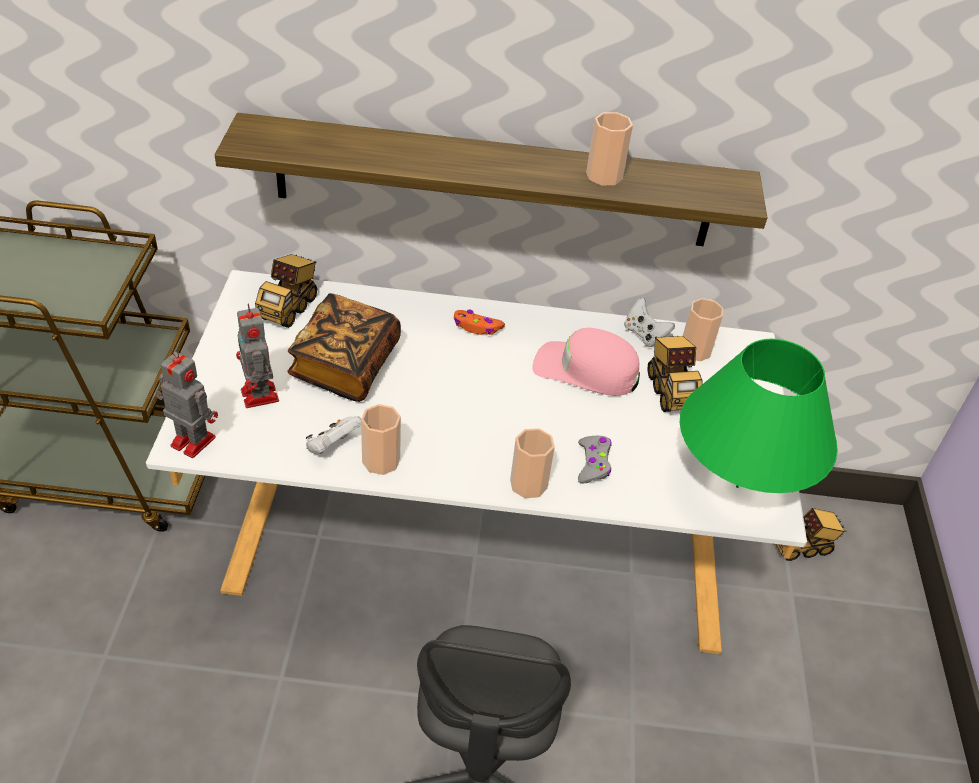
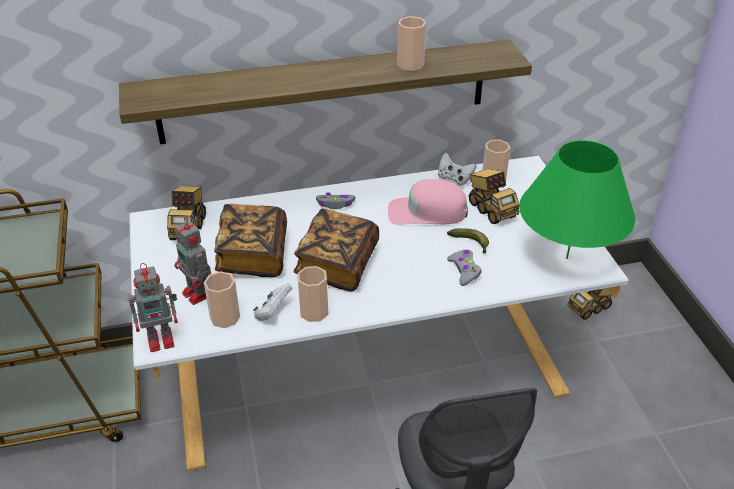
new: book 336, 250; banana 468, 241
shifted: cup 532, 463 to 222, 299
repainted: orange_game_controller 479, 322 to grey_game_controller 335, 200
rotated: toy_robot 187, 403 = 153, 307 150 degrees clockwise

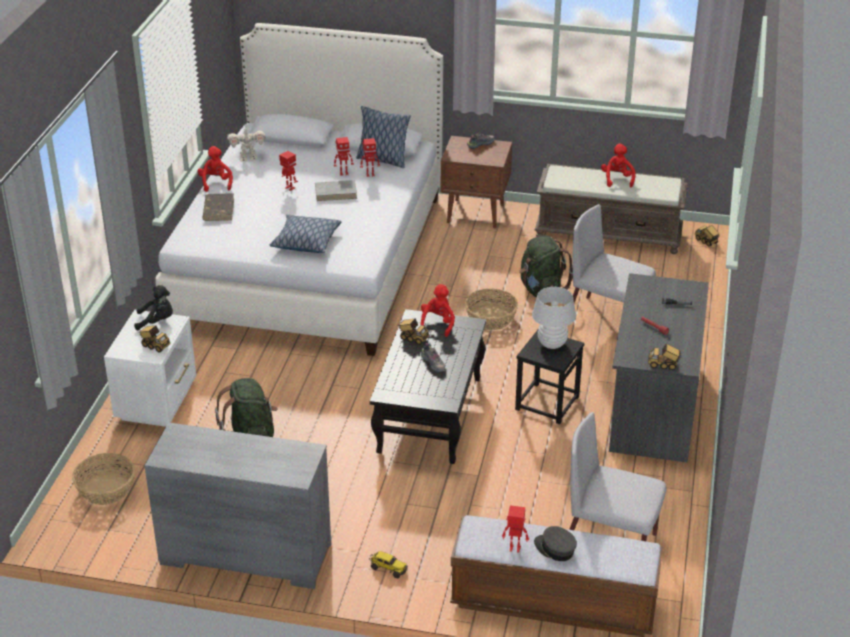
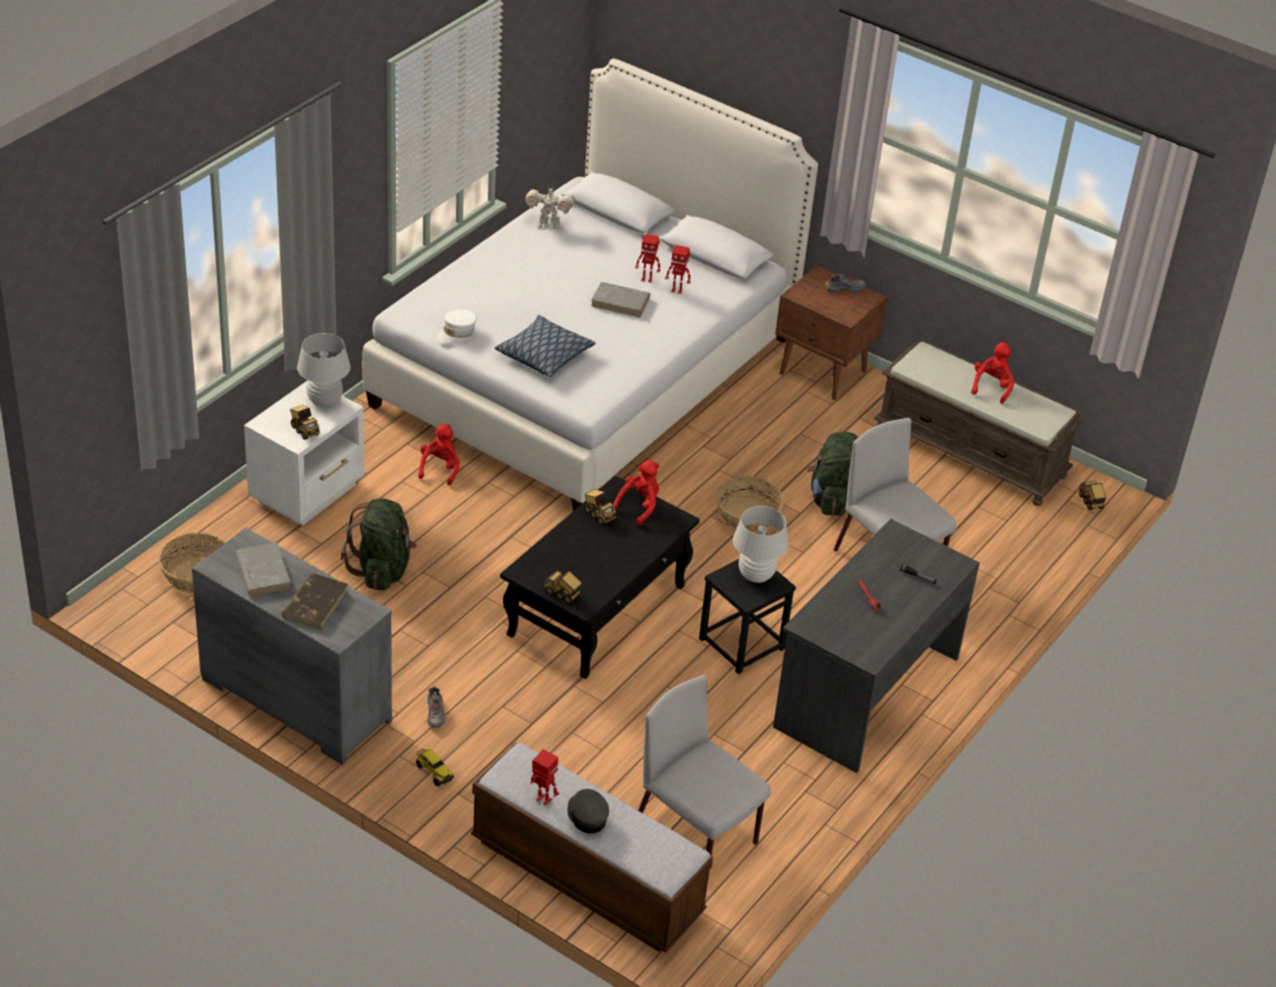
gone: pillow 383, 137; toy_robot 288, 171
new: white_cap 457, 326; grey_book 263, 569
shifted: red_plush_toy 215, 169 to 439, 454; brown_book 218, 207 to 315, 601; shoe 433, 357 to 436, 707; toy_truck 664, 357 to 563, 587
swapped: black_plush_toy 153, 307 to white_table_lamp 324, 370

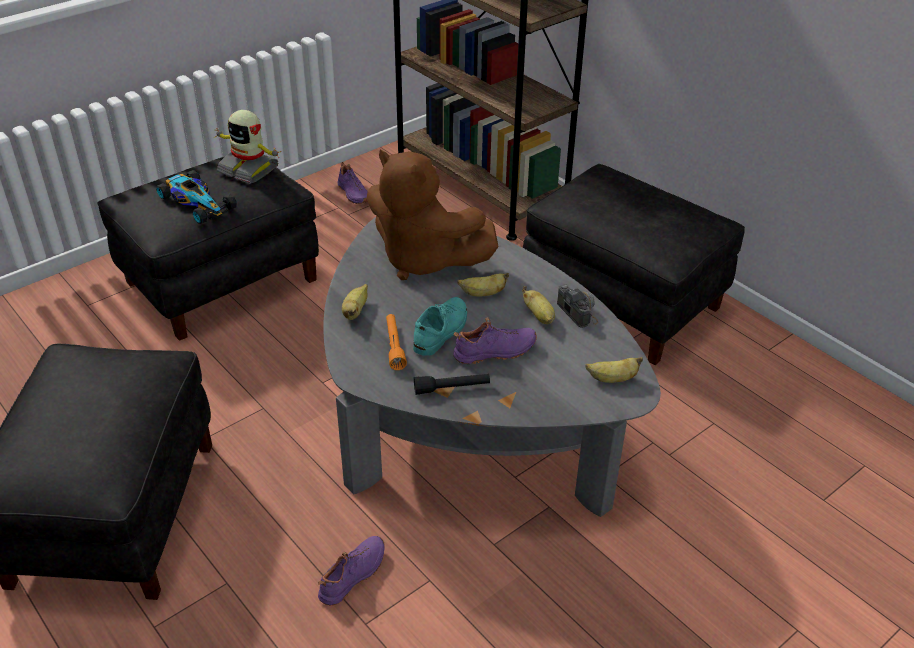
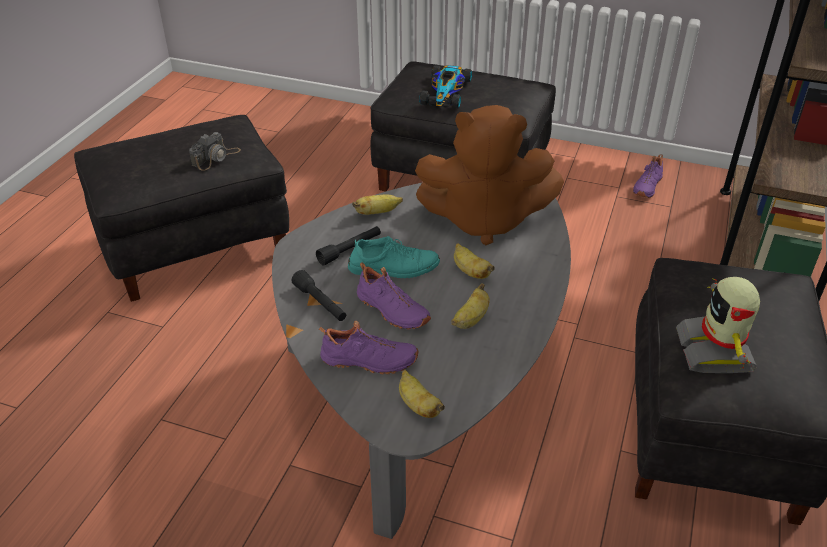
shifted: toy_robot 247, 147 to 718, 325; photo_camera 577, 306 to 215, 151; purple_shoe 351, 570 to 368, 347
repainted: orange_flashlight 396, 342 to black_flashlight 348, 246
rotated: brown_plush_toy 433, 215 = 489, 175 90 degrees counterclockwise

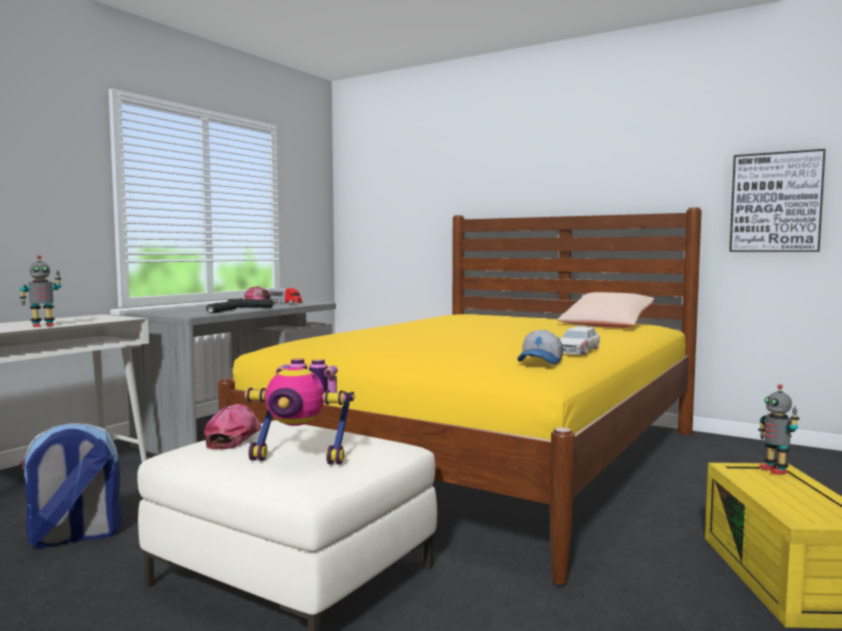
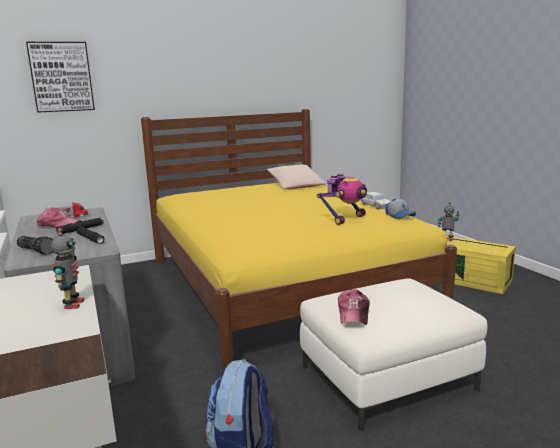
new: flashlight 35, 245
shifted: picture 777, 200 to 60, 77; toy_robot 300, 411 to 342, 199
rotated: cap 232, 427 = 354, 307 120 degrees counterclockwise

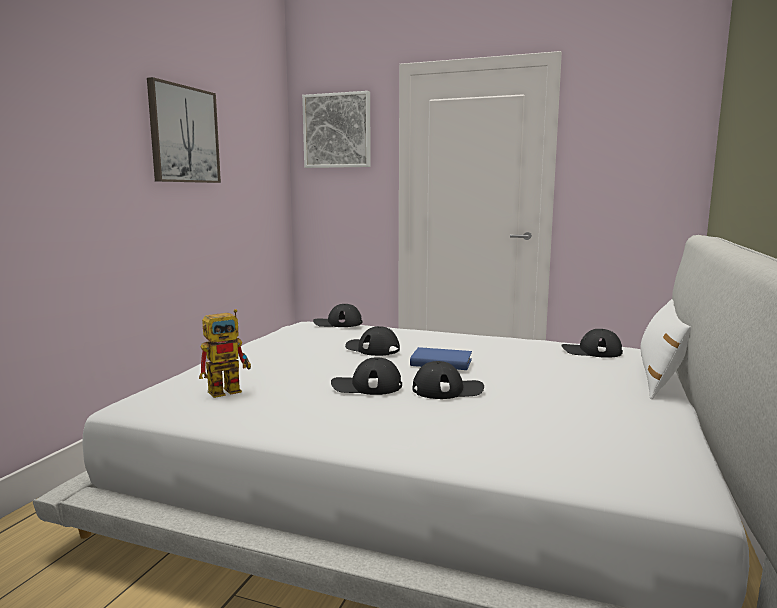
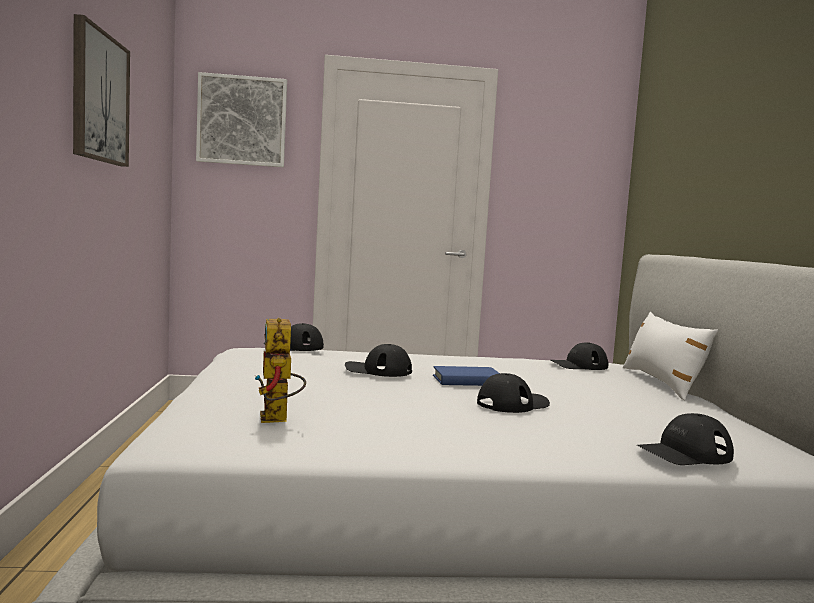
shifted: black_cap 366, 376 to 685, 439
rotated: toy_robot 225, 353 = 280, 370 135 degrees clockwise

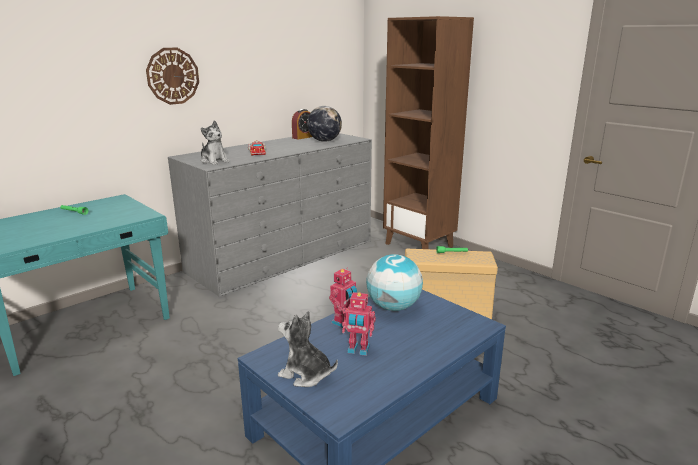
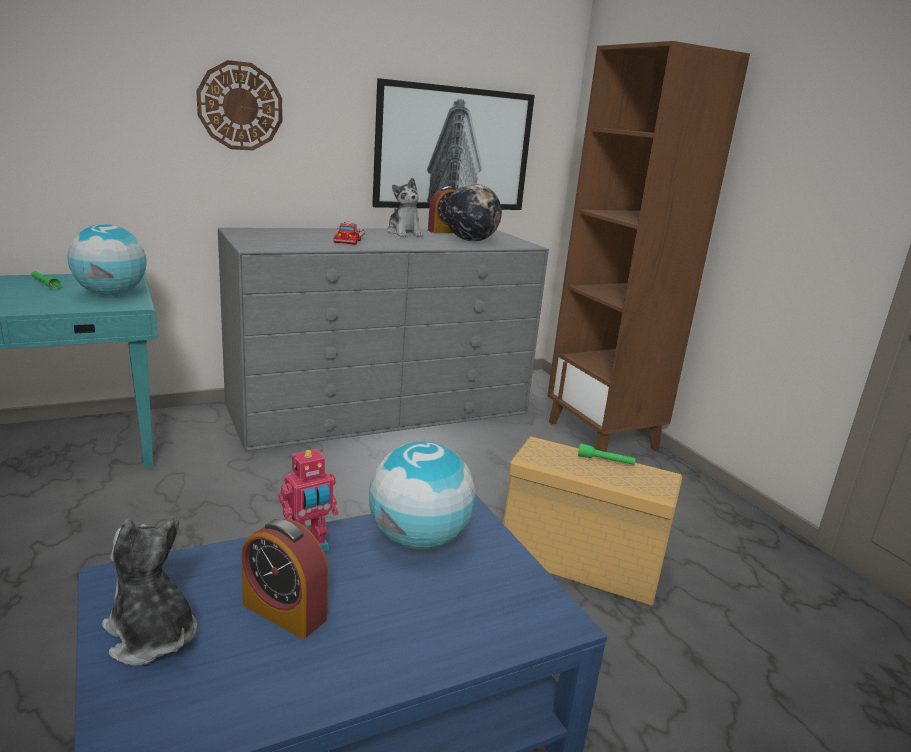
new: picture 453, 144; globe 107, 260
shifted: plush_toy 215, 142 to 405, 207
swapped: toy_robot 359, 324 to alarm_clock 284, 579

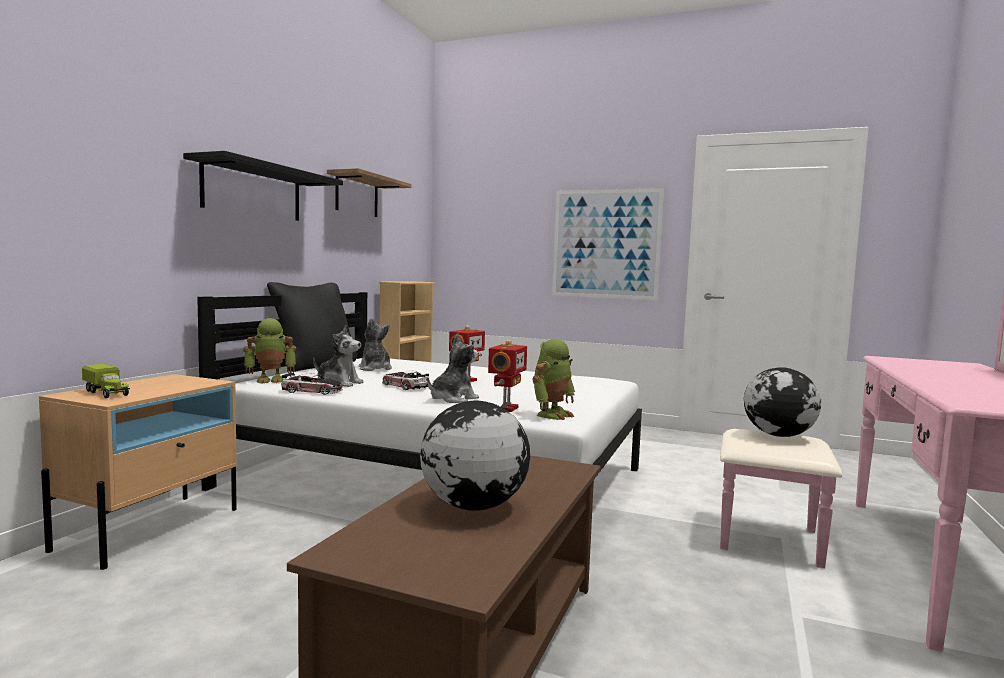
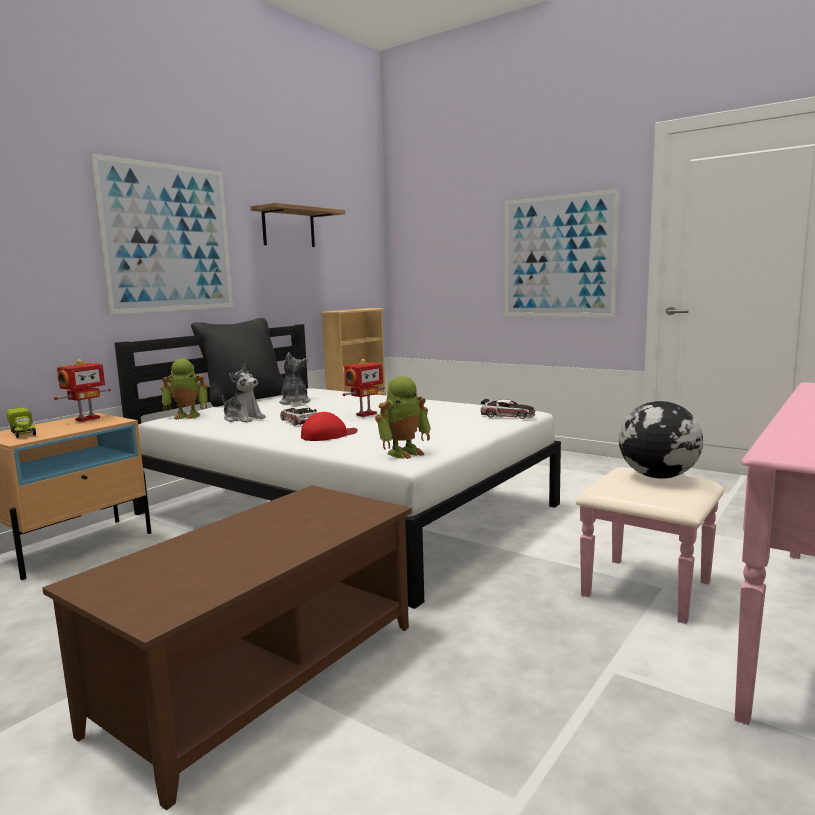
gone: globe 475, 456
shifted: toy_robot 507, 376 to 82, 390; toy_car 312, 383 to 508, 409
swapped: black_shelf 263, 186 to picture 161, 234; plush_toy 453, 368 to red_cap 329, 426

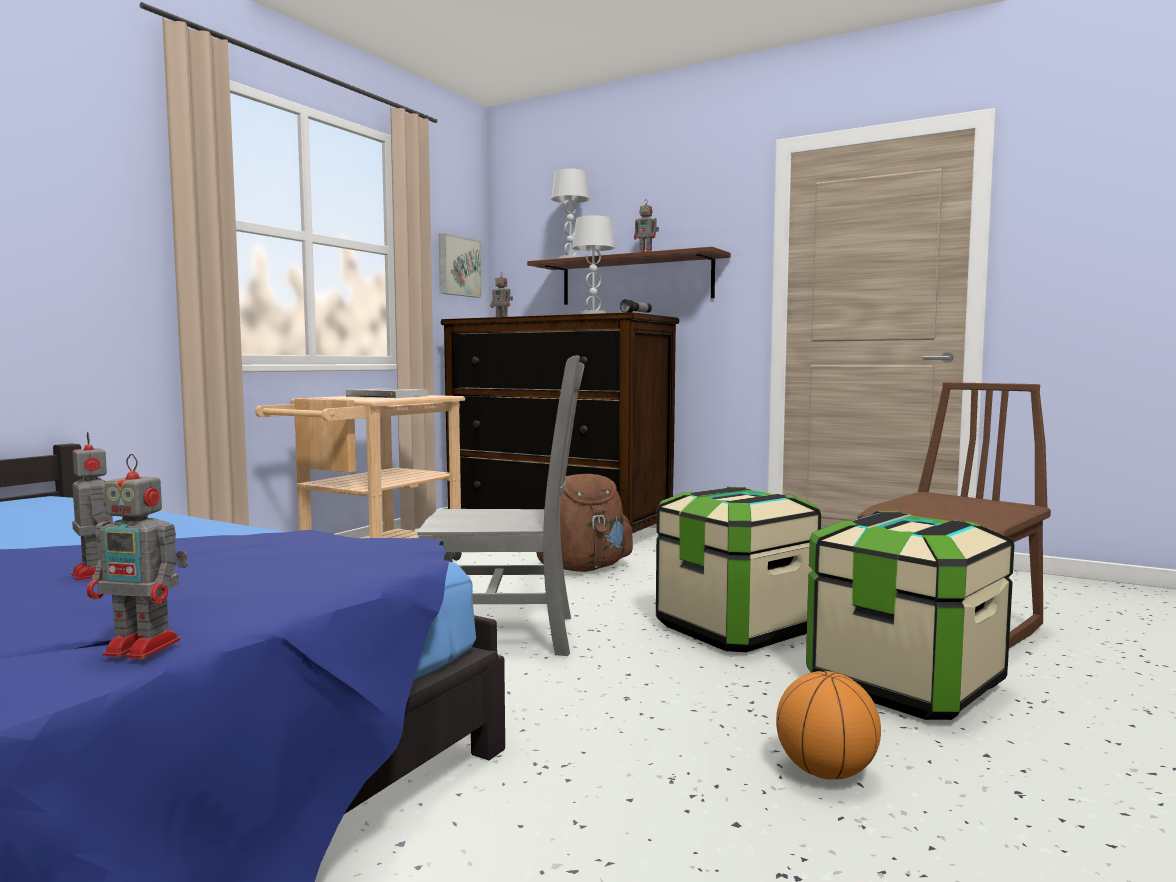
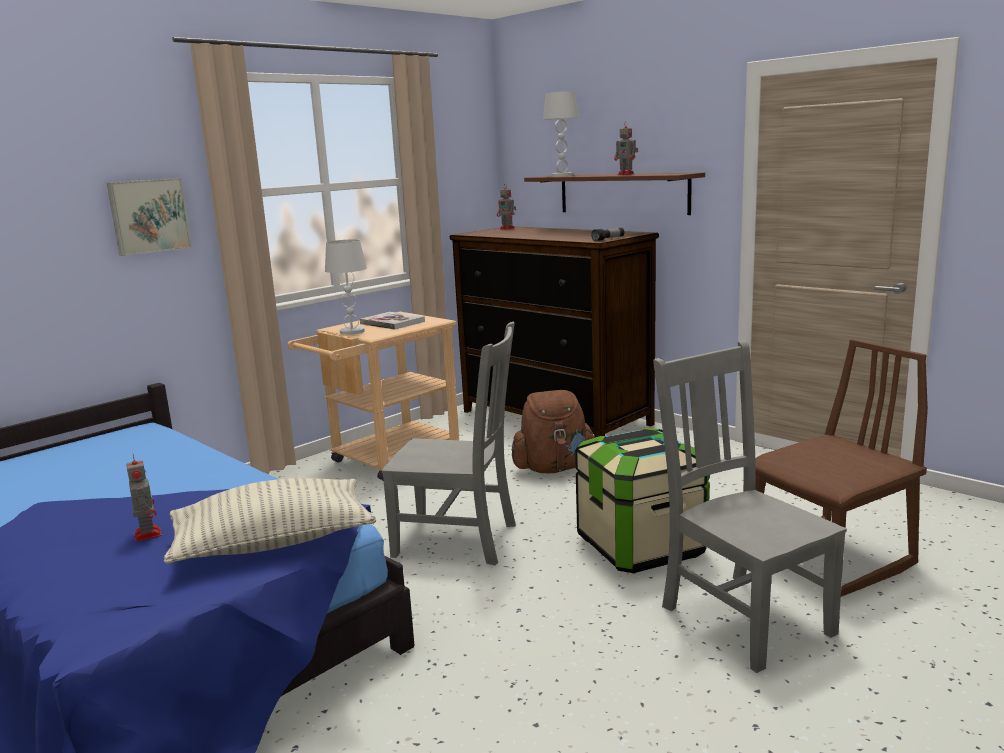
gone: toy_robot 137, 556; basketball 828, 725
new: pillow 269, 521
shifted: white_table_lamp 593, 264 to 346, 287; picture 460, 265 to 149, 217
swapped: storage_box 910, 615 to grey_chair 750, 506

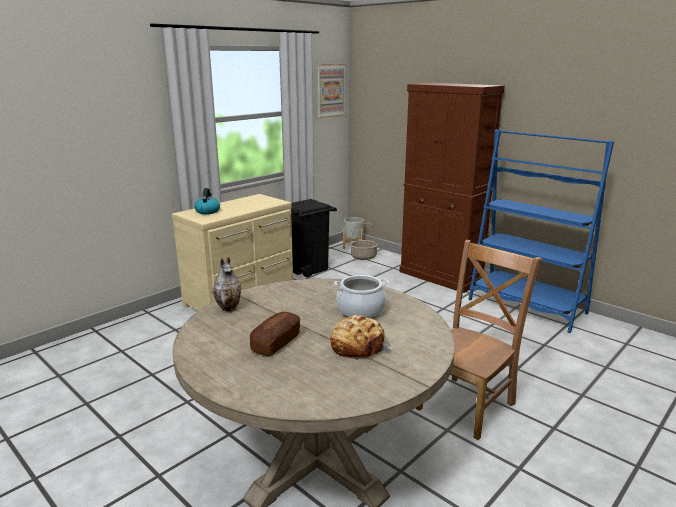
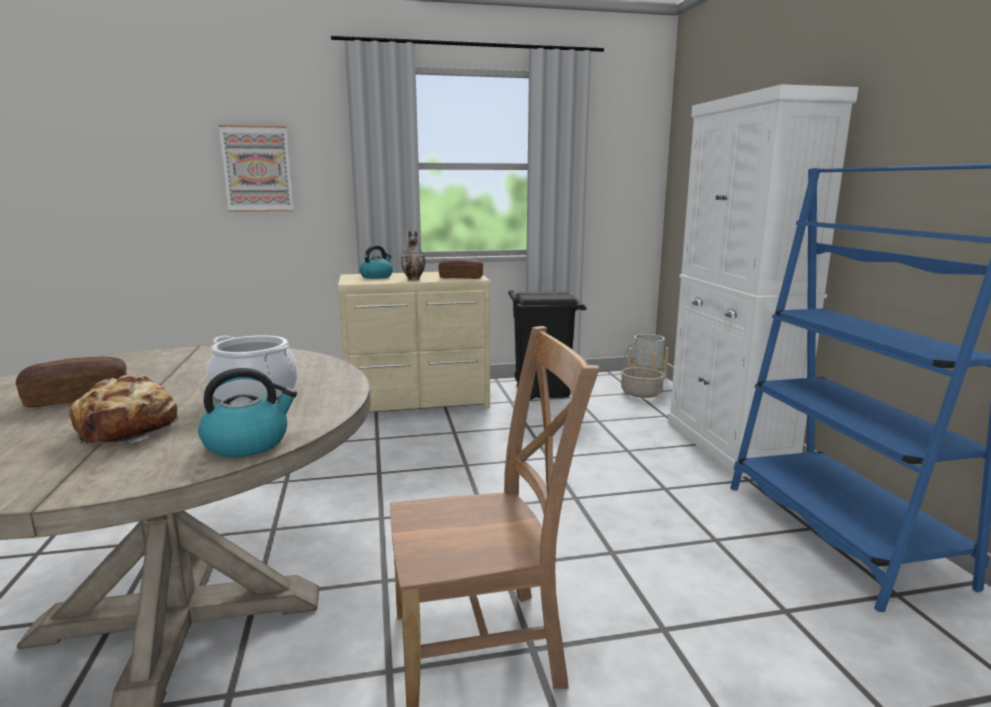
new: bread 460, 268; kettle 247, 412
shifted: picture 331, 91 to 256, 168; vase 227, 285 to 413, 255
repainted: brown_cabinet 452, 188 to white_cabinet 763, 280

